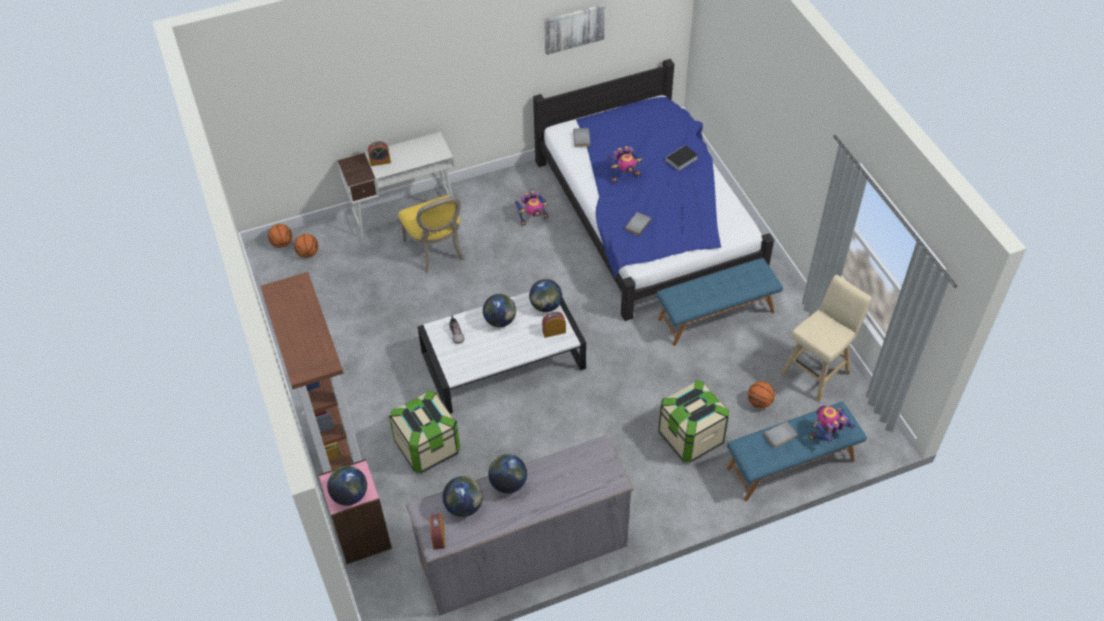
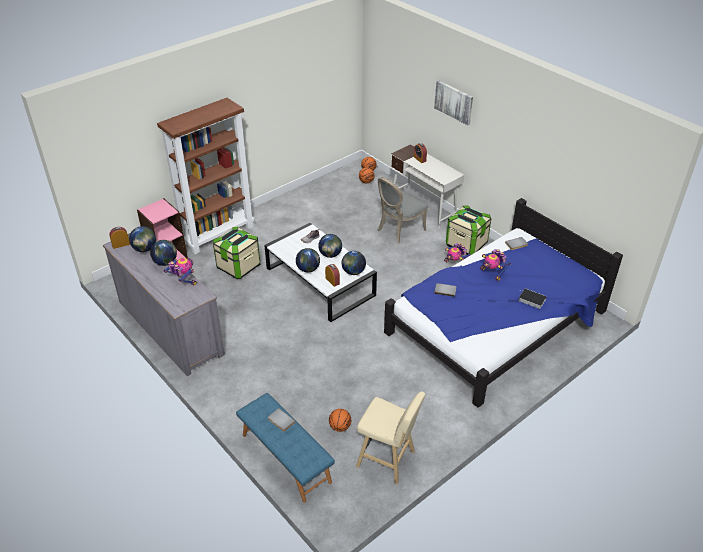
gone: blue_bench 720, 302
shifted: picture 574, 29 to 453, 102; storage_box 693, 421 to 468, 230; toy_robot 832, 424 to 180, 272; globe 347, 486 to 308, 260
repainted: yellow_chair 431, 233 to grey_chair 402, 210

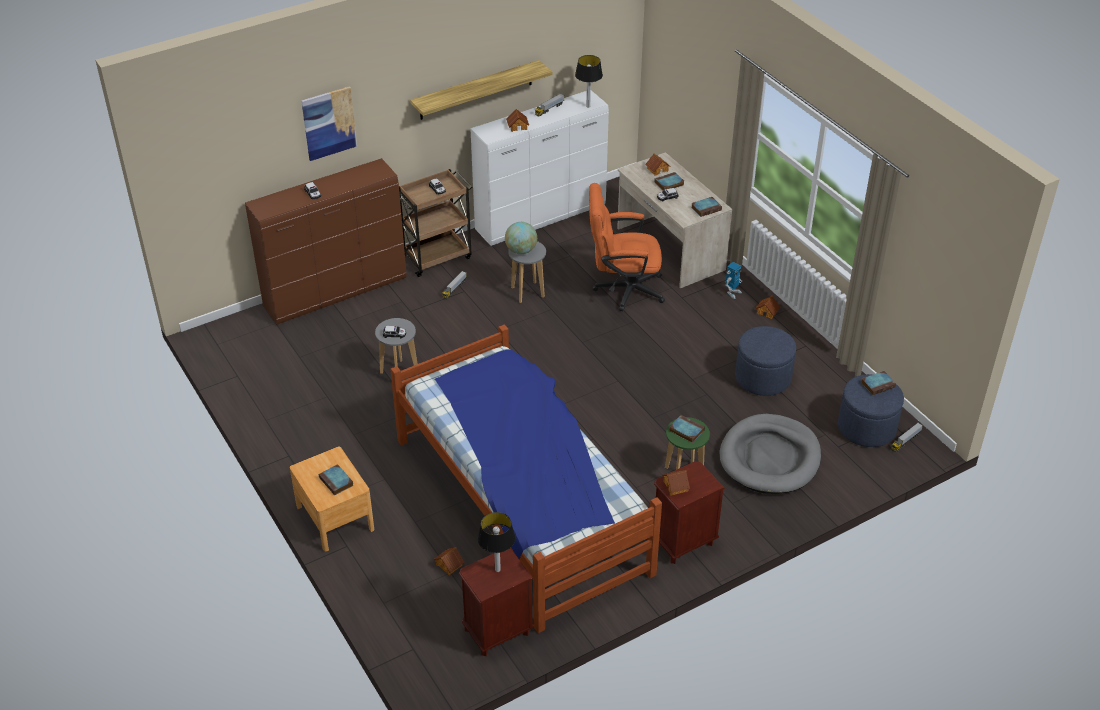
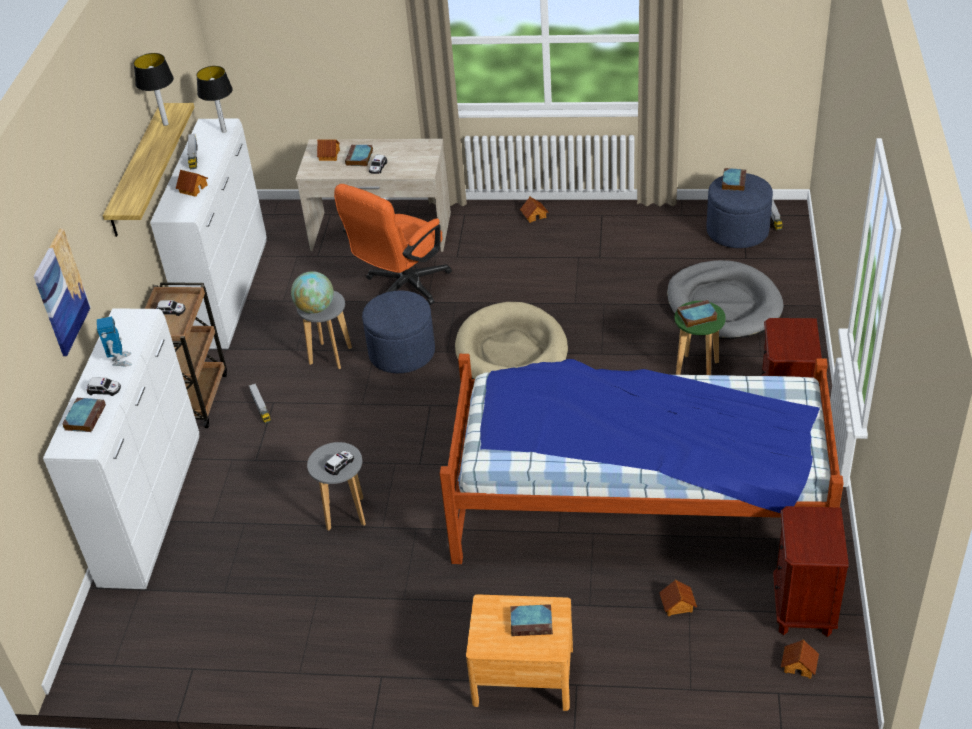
new: beige_dog_bed 511, 340
shifted: book 706, 207 to 84, 415; toy_robot 733, 280 to 114, 341; blue_ottoman 765, 361 to 398, 331; toy_house 676, 483 to 800, 659; table_lamp 496, 542 to 154, 89
repainted: brown_dresser 325, 241 to white_dresser 121, 448

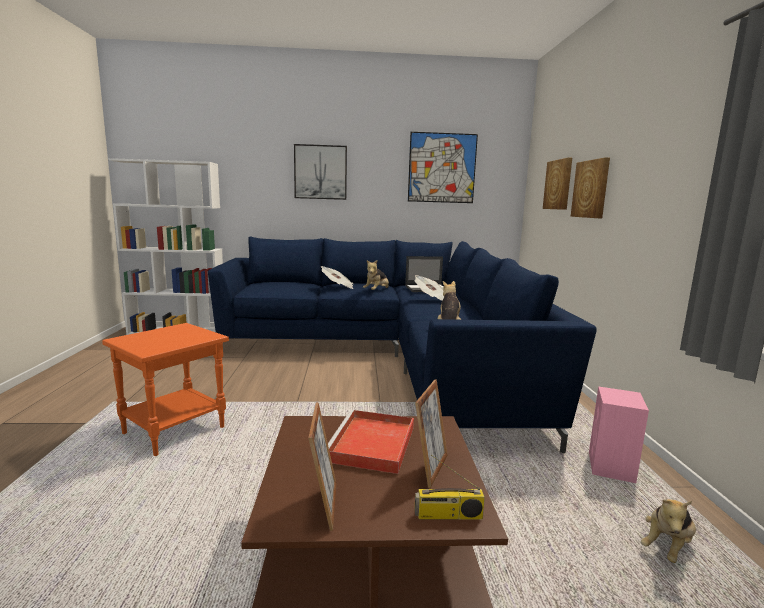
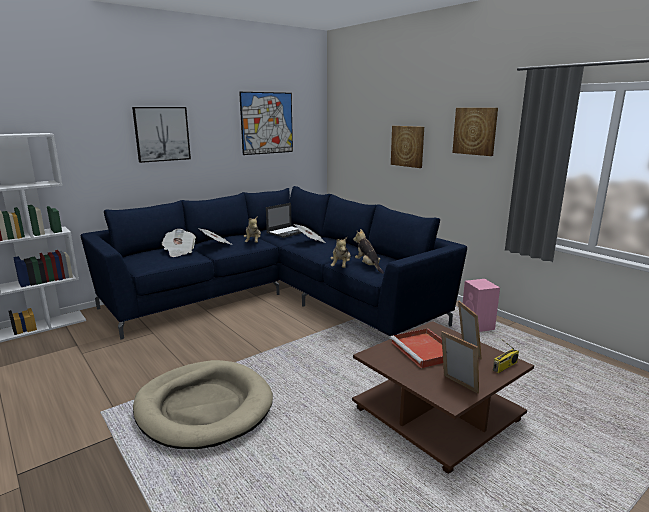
new: newspaper 179, 243
shifted: picture 557, 184 to 475, 132; plush_toy 668, 531 to 341, 252
swapped: orange_side_table 165, 389 to beige_dog_bed 203, 404

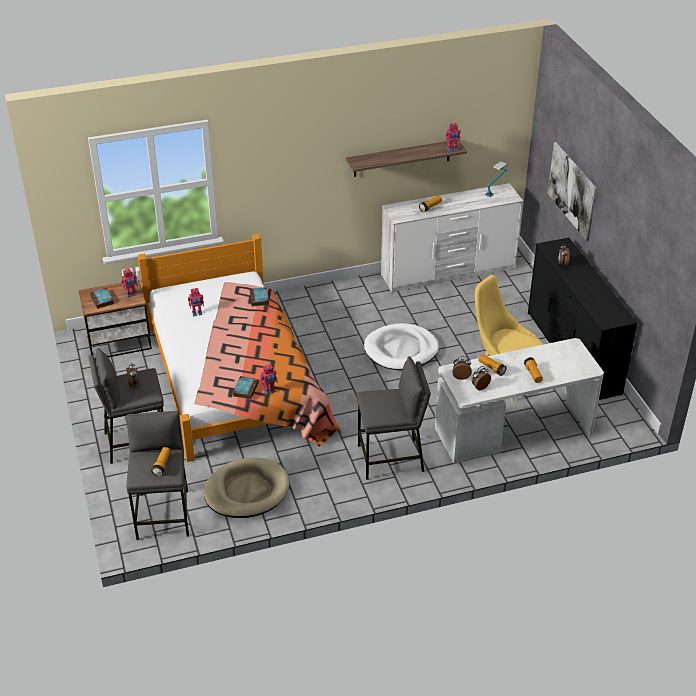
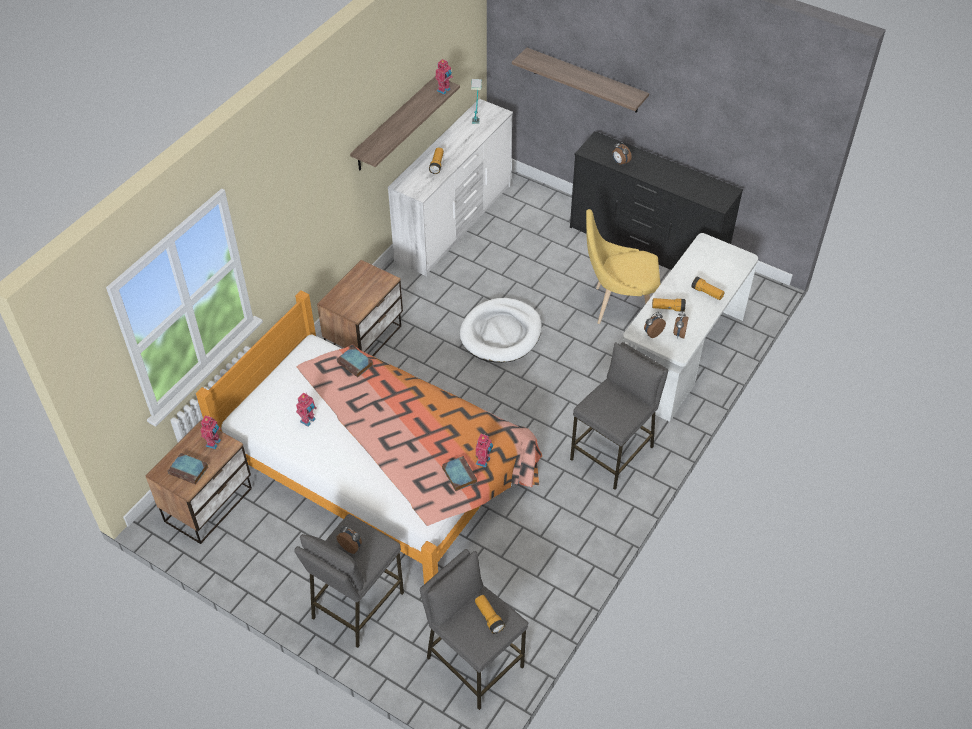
gone: beige_dog_bed 246, 487
new: nightstand 360, 308
swapped: picture 572, 191 to shelf 580, 80

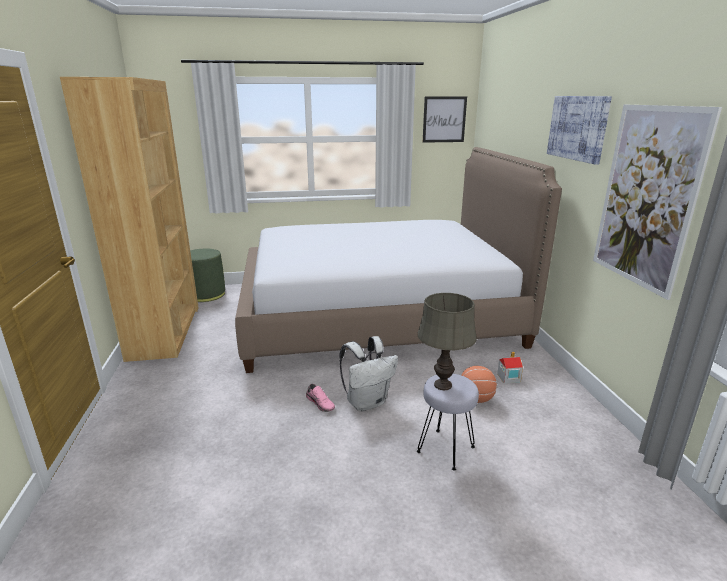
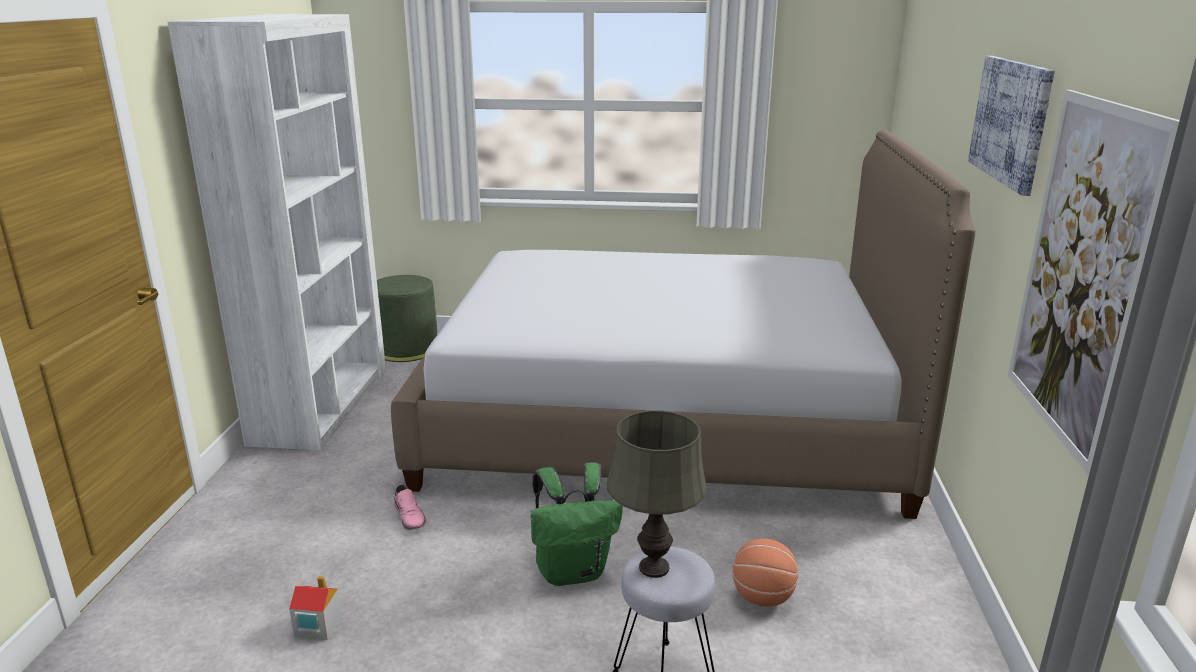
gone: picture 445, 119
shifted: toy_house 510, 368 to 315, 608; pink_shoe 320, 398 to 410, 507
repainted: brown_bookcase 129, 219 to white_bookcase 276, 232; white_backpack 368, 373 to green_backpack 577, 524

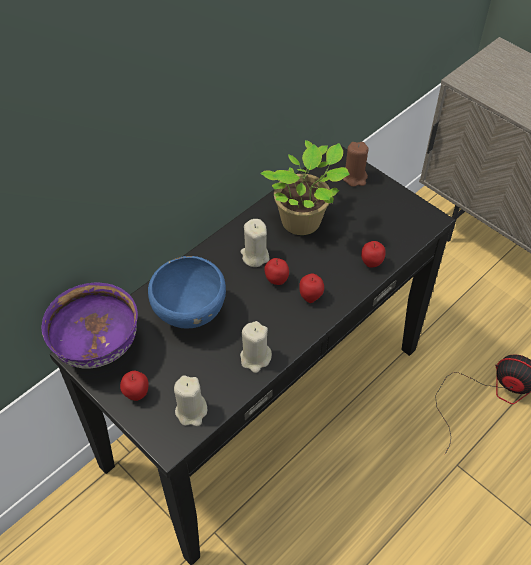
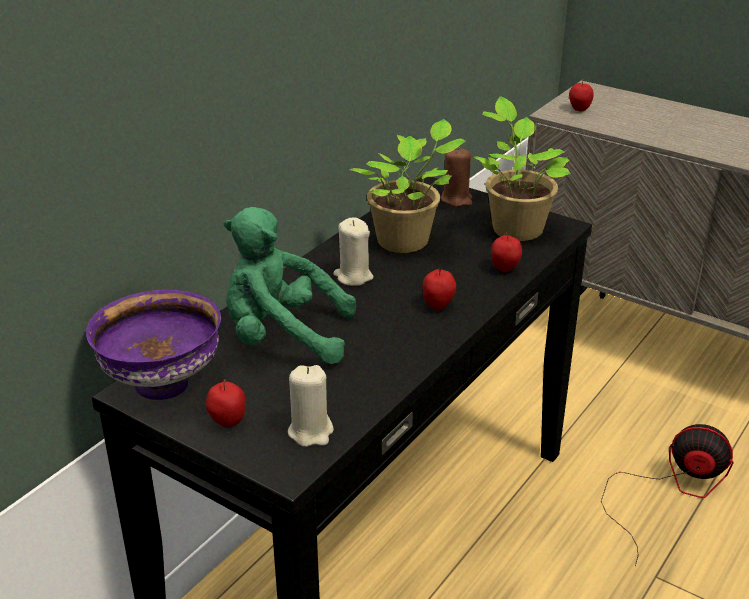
gone: beige_candle 256, 347
new: potted_plant 522, 168
shifted: apple 276, 271 to 581, 95
swapped: blue_bowl 187, 292 to green_plush_toy 290, 285

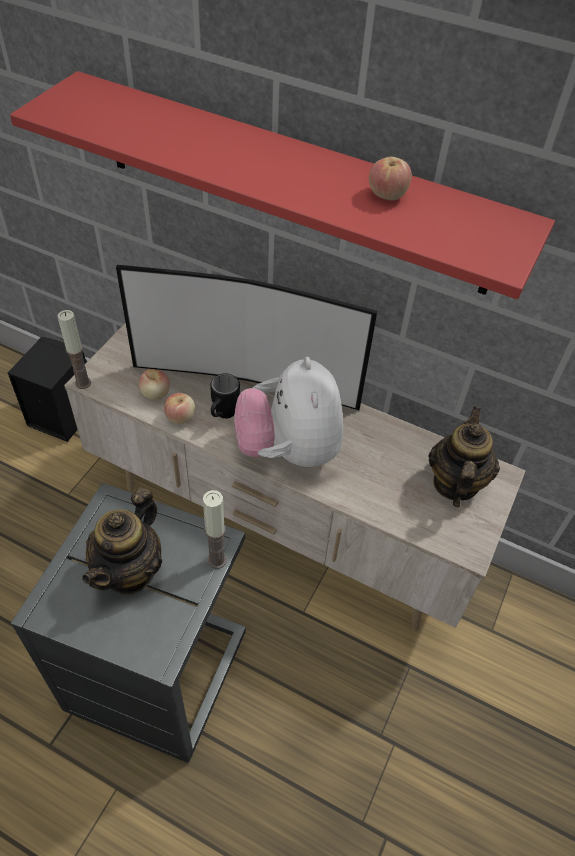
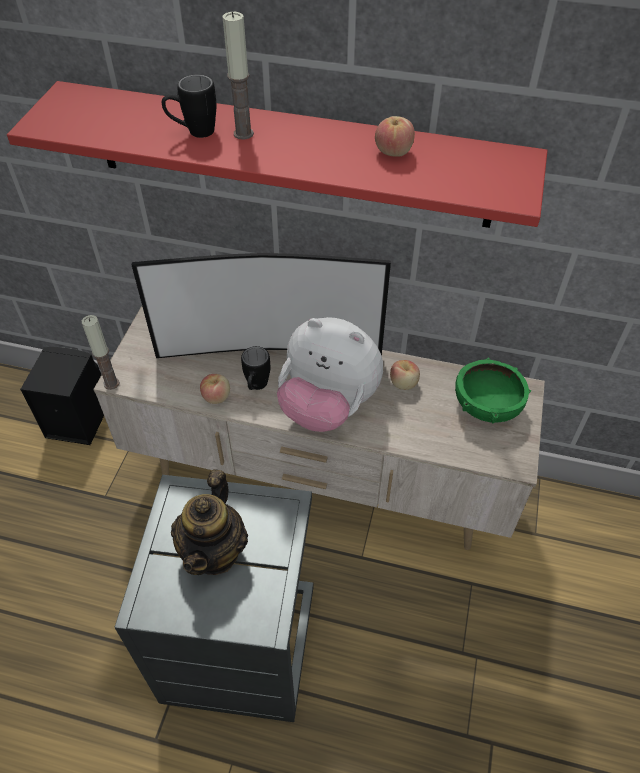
new: black_mug 189, 106
shifted: apple 154, 384 to 405, 375; candle 215, 529 to 238, 76
swapped: teapot 464, 457 to green_bowl 493, 390
rotated: plush_toy 288, 412 = 330, 374 45 degrees counterclockwise

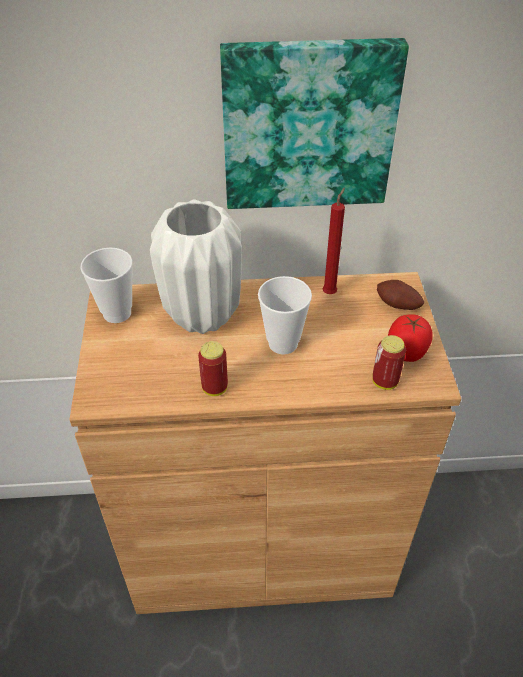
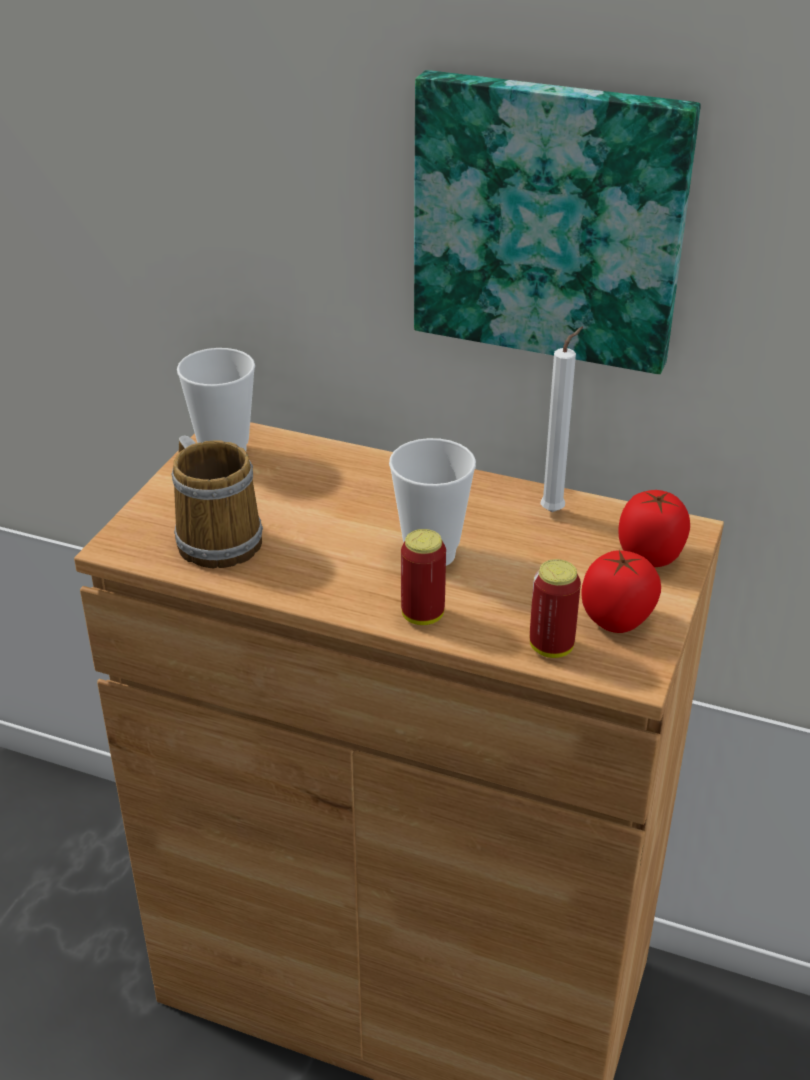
gone: white_vase 196, 266
new: mug 217, 502
shifted: can 213, 368 to 423, 577
swapped: potato 400, 295 to tomato 654, 528
repainted: red_candle 334, 241 to white_candle 561, 419

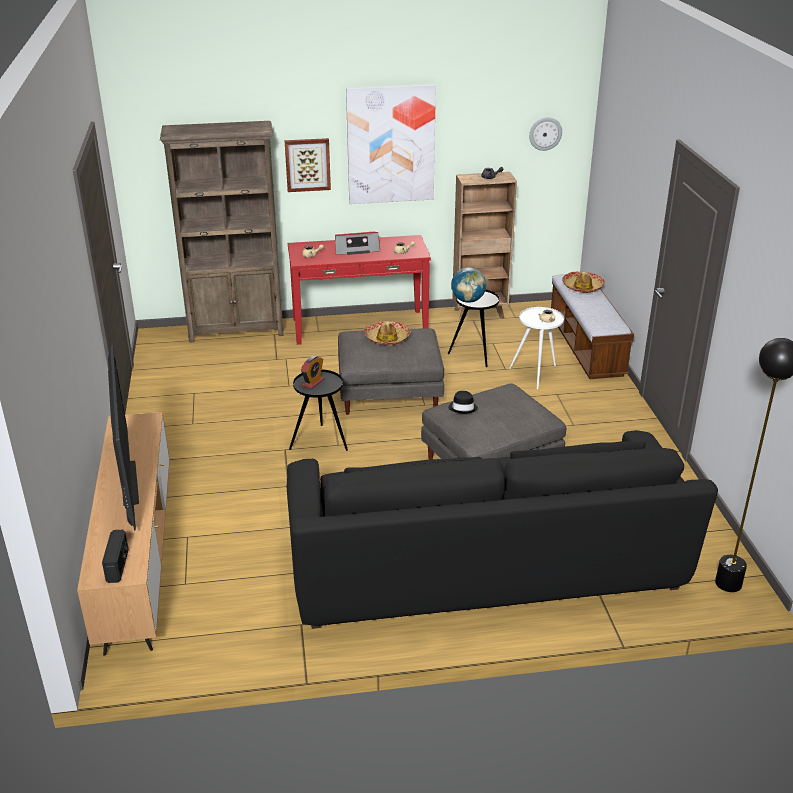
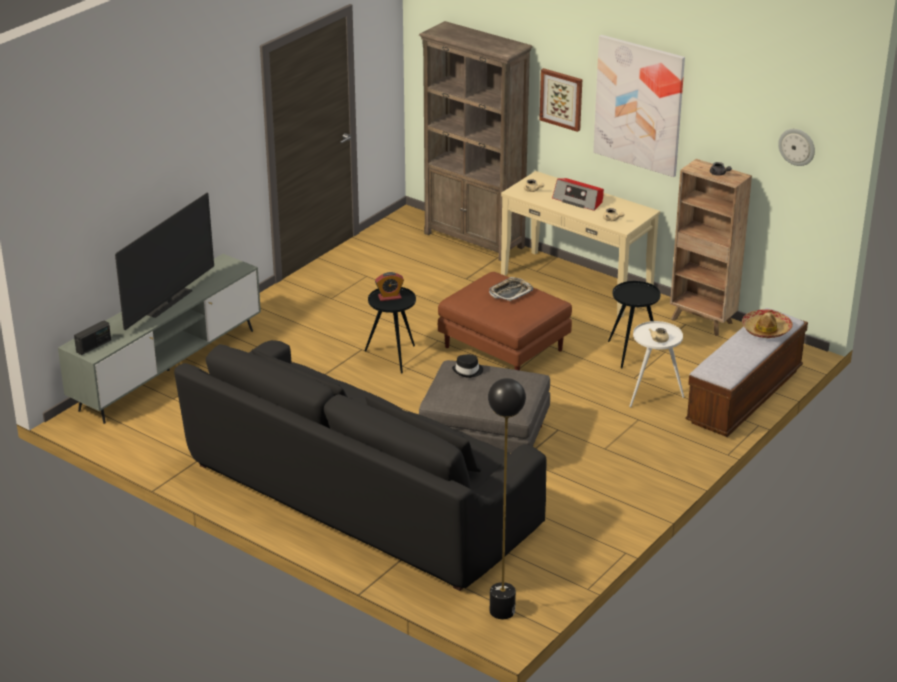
gone: globe 468, 285
swapped: hat 387, 333 to tray 511, 289
repainted: red_console_table 359, 290 to beige_console_table 580, 244; grey_ottoman 391, 371 to brown_ottoman 505, 321; brown_tv_stand 123, 534 to grey_tv_stand 159, 339

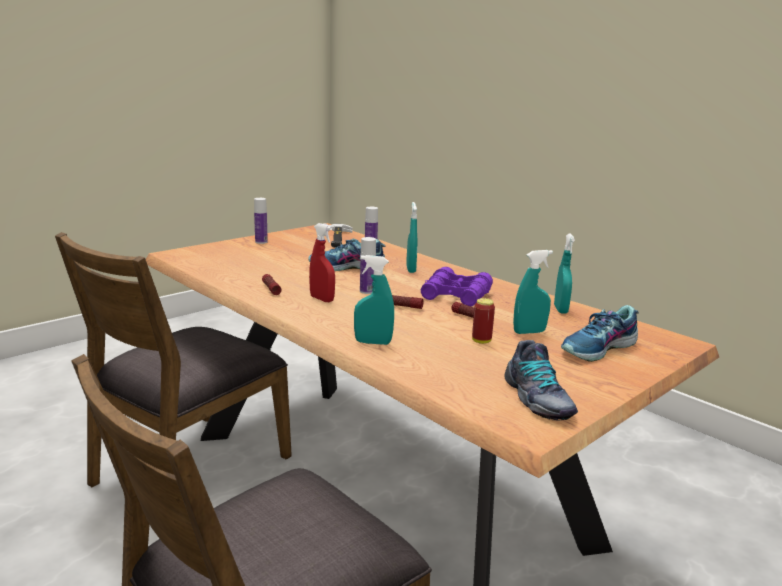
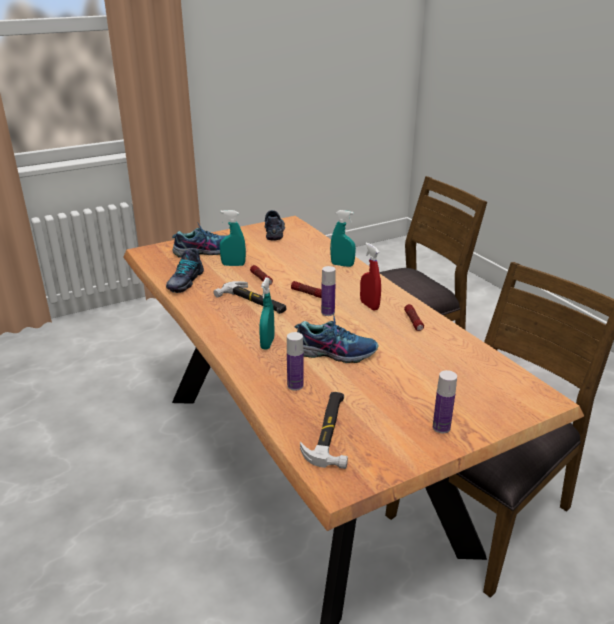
gone: can 483, 321
swapped: turquoise_spray_bottle 564, 273 to shoe 185, 270; purple_binoculars 457, 286 to hammer 250, 297

